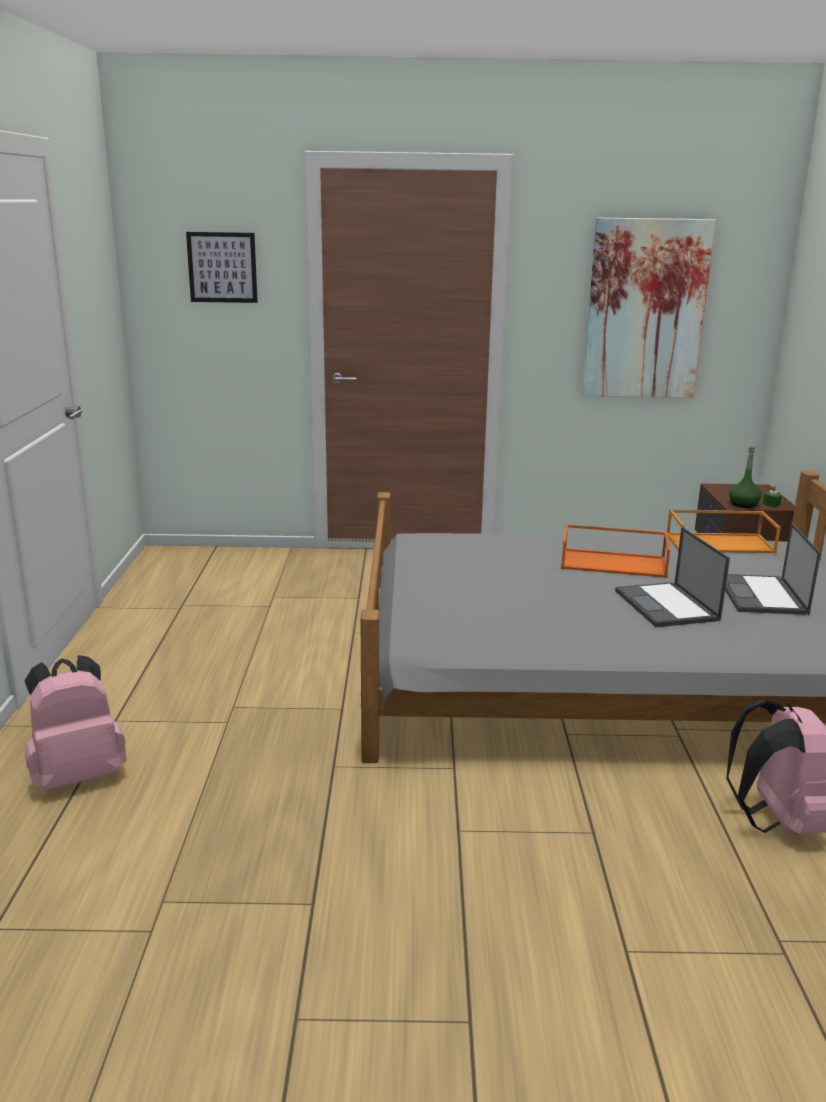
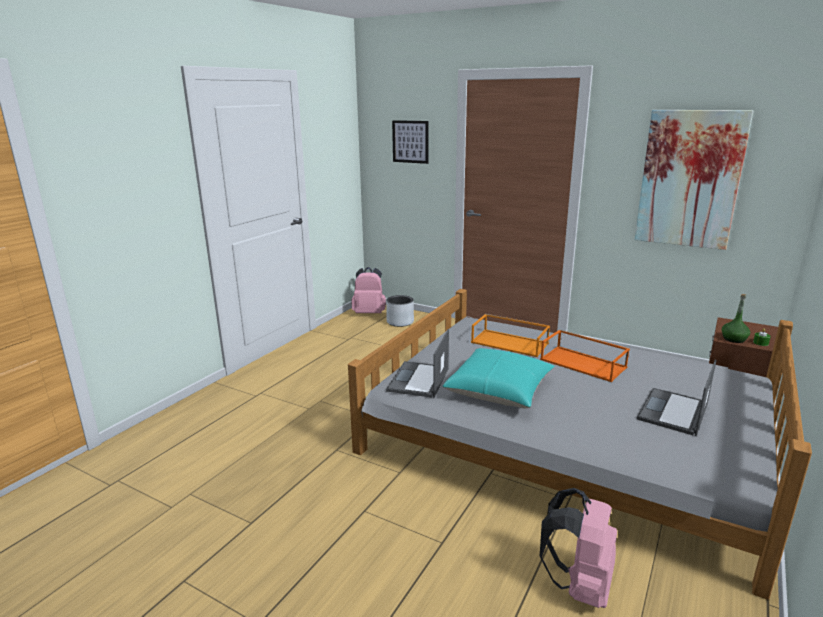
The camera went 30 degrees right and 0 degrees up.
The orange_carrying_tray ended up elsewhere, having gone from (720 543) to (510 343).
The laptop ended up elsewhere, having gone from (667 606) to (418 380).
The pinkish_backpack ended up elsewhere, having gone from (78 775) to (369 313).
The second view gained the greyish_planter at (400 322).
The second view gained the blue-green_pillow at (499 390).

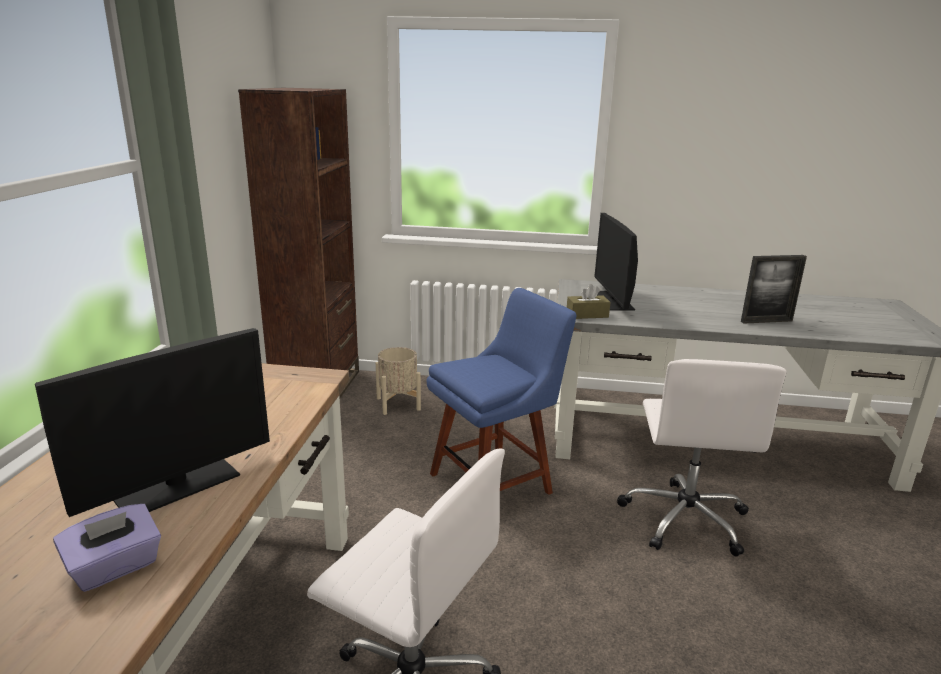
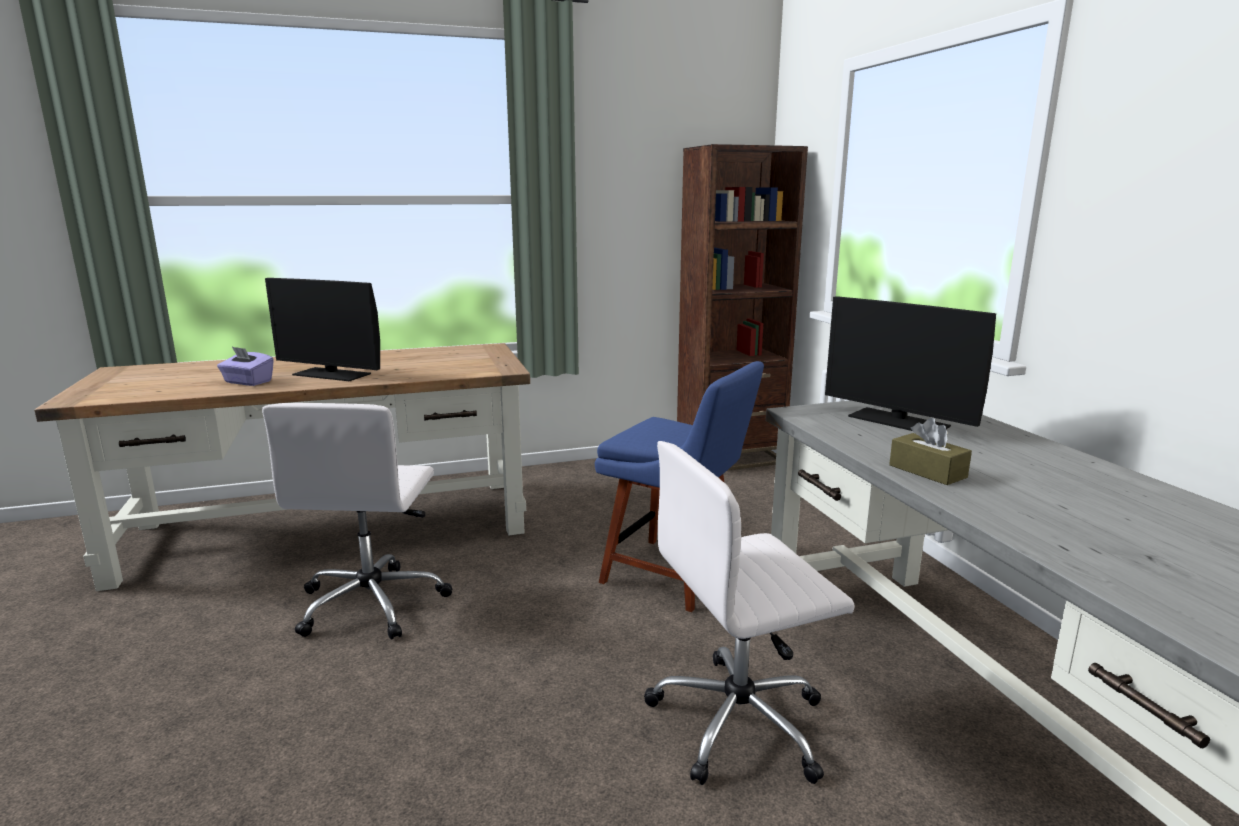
The camera went 65 degrees right and 5 degrees down.
The computer_screen at (613 300) ended up facing another way, 105 degrees counterclockwise from before.
The second view lost the picture_frame at (766 321).
The brownish_box_of_tissues ended up elsewhere, having gone from (587 314) to (927 471).
The second view lost the sand-coloured_planter at (398 403).

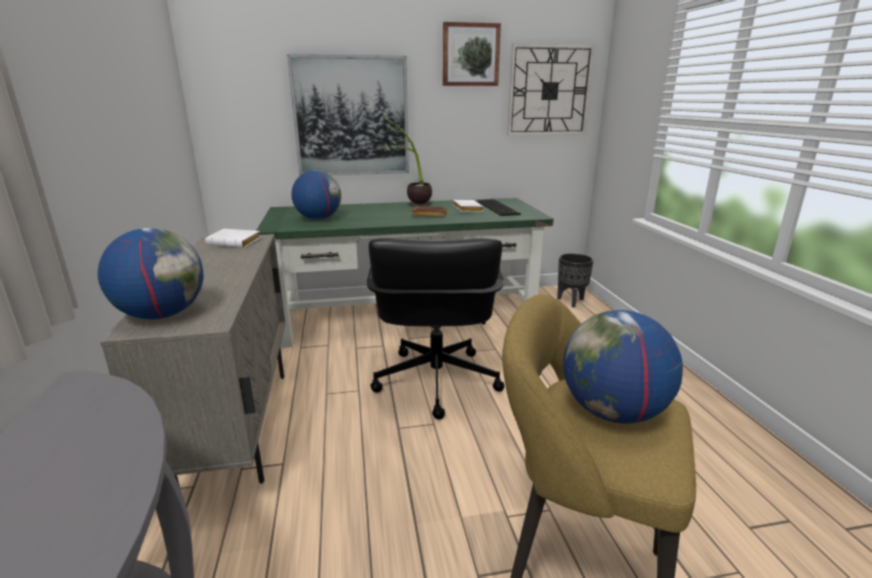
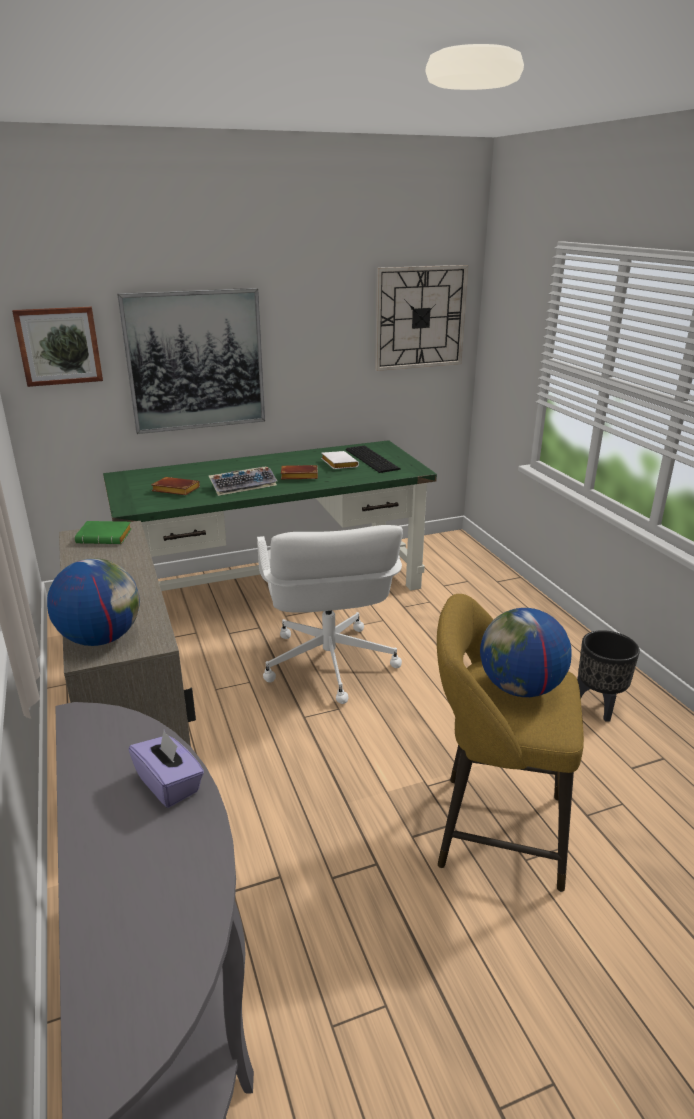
The camera went 10 degrees left and 5 degrees up.
The picture ended up elsewhere, having gone from (470 55) to (59 346).
The second view lost the potted_plant at (408 206).
Where the world_globe stood at (318 219), the brownish_bound_book came to stand at (174 490).
What was the white_bound_book at (236 242) turned into the greenish_bound_book at (106 537).
What was the blackish_office_chair at (435 382) turned into the white_office_chair at (328 664).
The blackish_planter ended up elsewhere, having gone from (571 301) to (599 706).
The second view gained the keyboard at (244 485).
The second view gained the purple-coloured_box_of_tissues at (169 784).

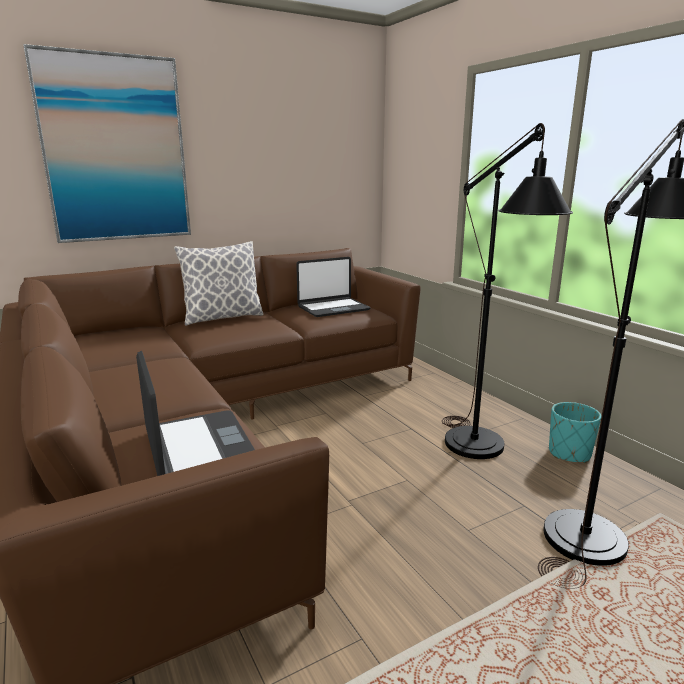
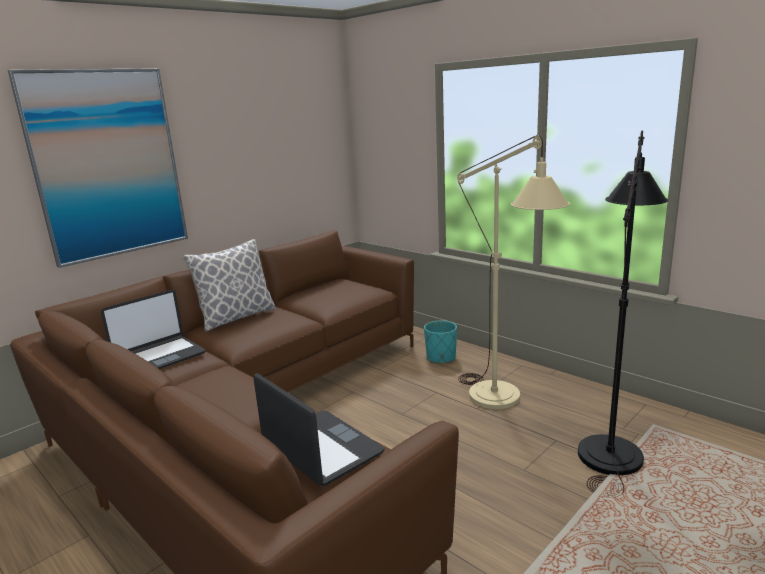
The camera went 15 degrees left and 0 degrees up.
What was the blackish_floor_lamp at (481 452) turned into the sand-coloured_floor_lamp at (503 402).
The laptop ended up elsewhere, having gone from (333 308) to (159 357).
The blue-green_planter ended up elsewhere, having gone from (569 453) to (441 357).

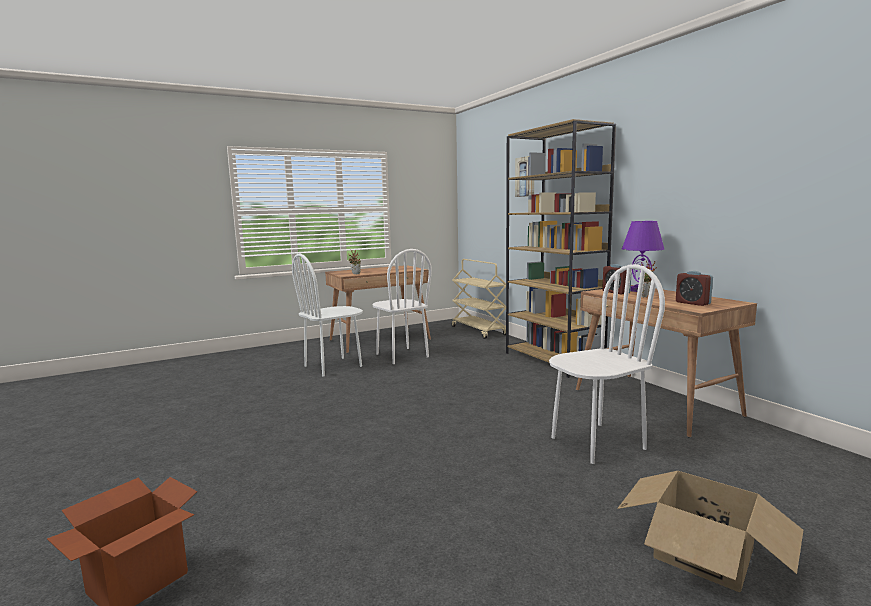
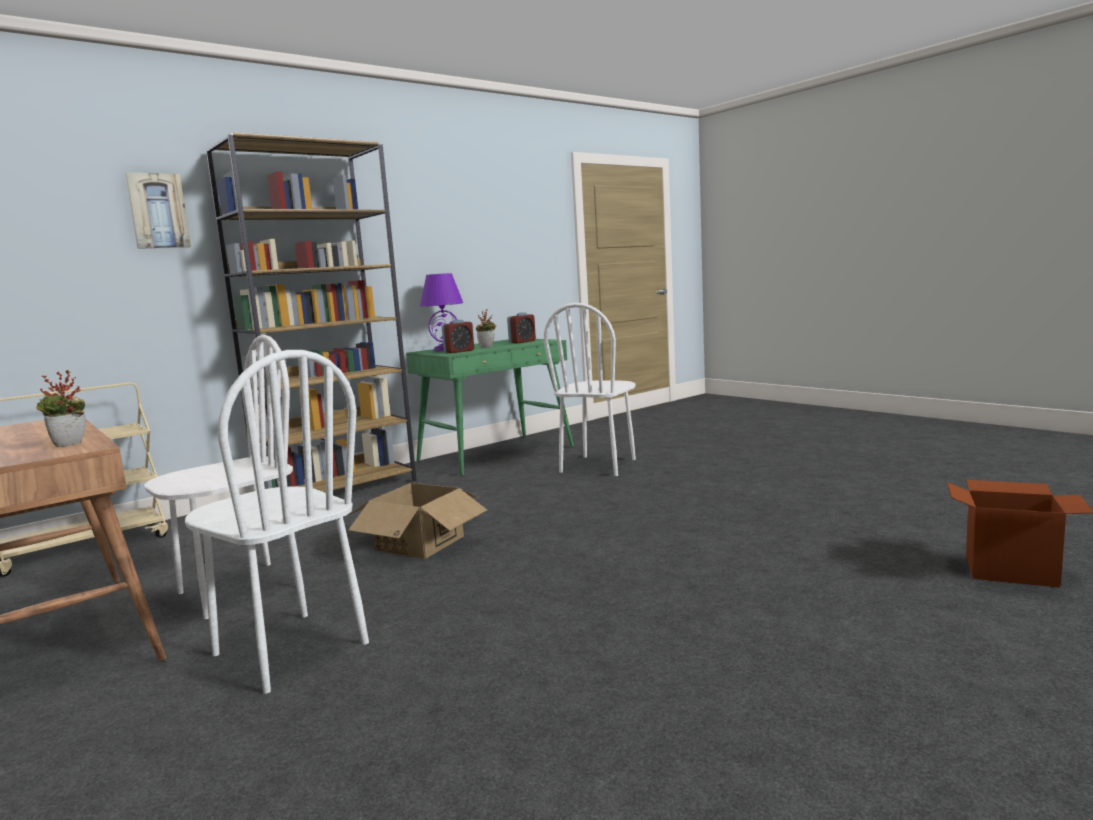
The camera went 100 degrees left and 0 degrees up.
The white_chair at (597 443) ended up facing another way, 120 degrees counterclockwise from before.
What was the brownish_desk_table at (655 403) turned into the greenish_desk_table at (496 454).
The packing_box ended up elsewhere, having gone from (702 552) to (419 543).

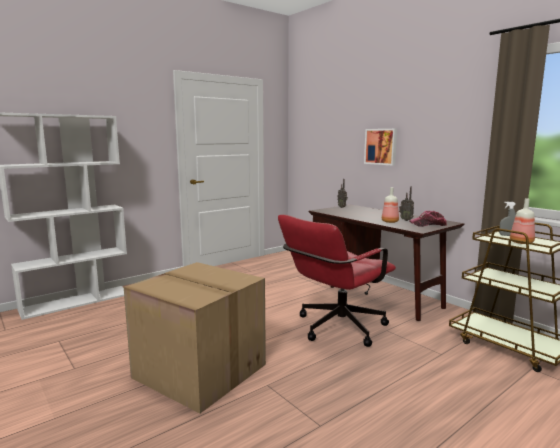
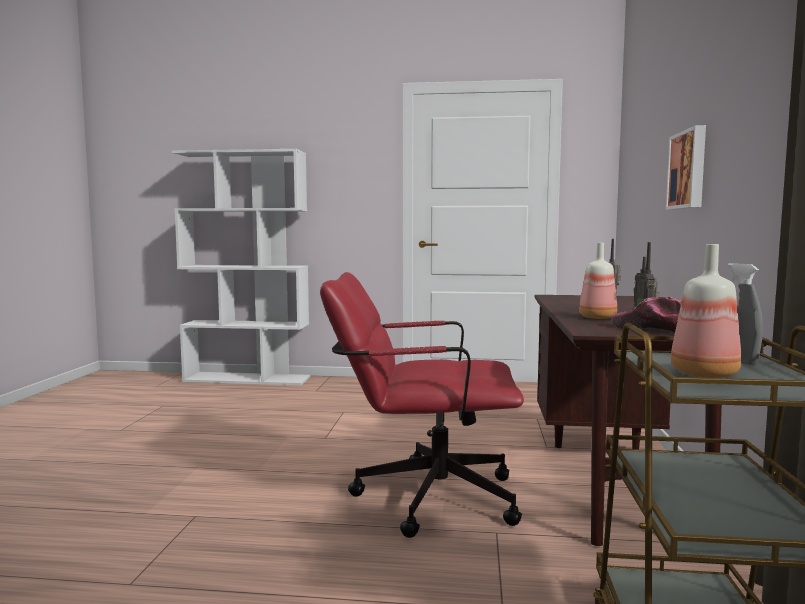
The camera went 45 degrees right and 5 degrees down.
The second view lost the packing_box at (198 371).

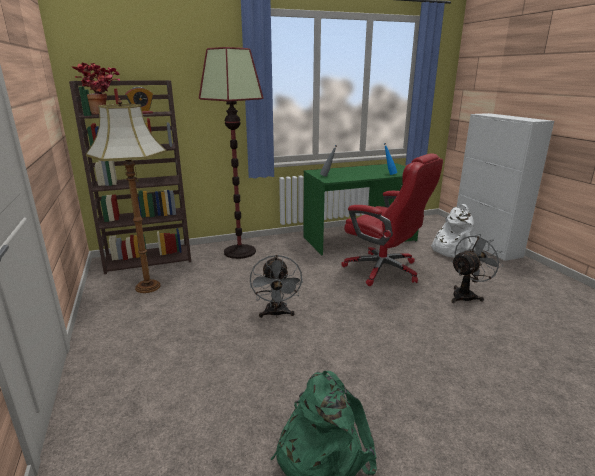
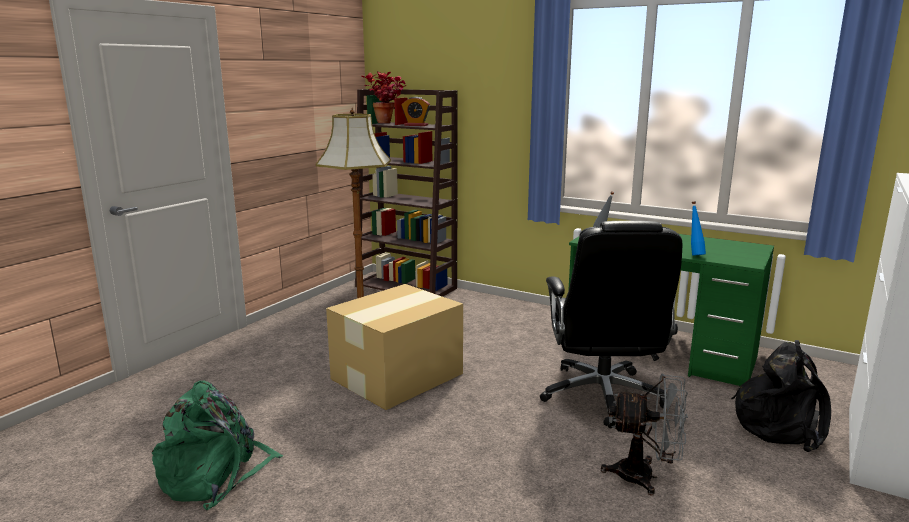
The camera went 50 degrees right and 5 degrees down.
The second view lost the floor_lamp at (240 252).
What was the reddish_office_chair at (384 270) turned into the blackish_office_chair at (603 396).
What was the white_backpack at (452 250) turned into the blackish_backpack at (780 425).
Where the greyish_fan stood at (276 314), the packing_box came to stand at (399 376).

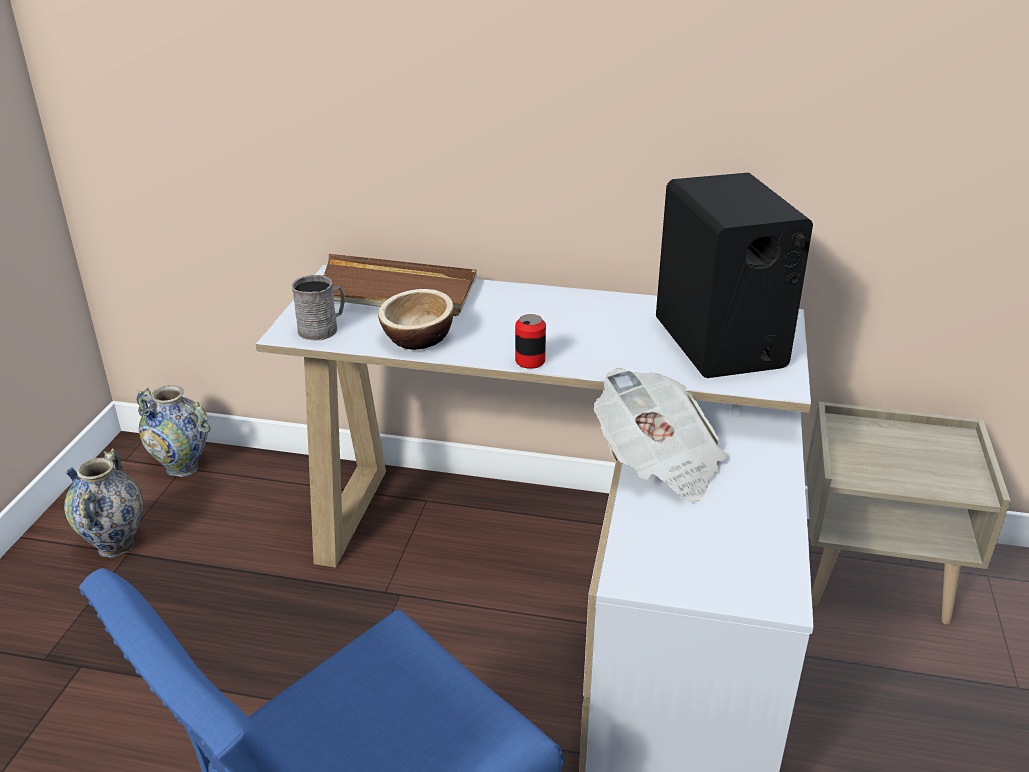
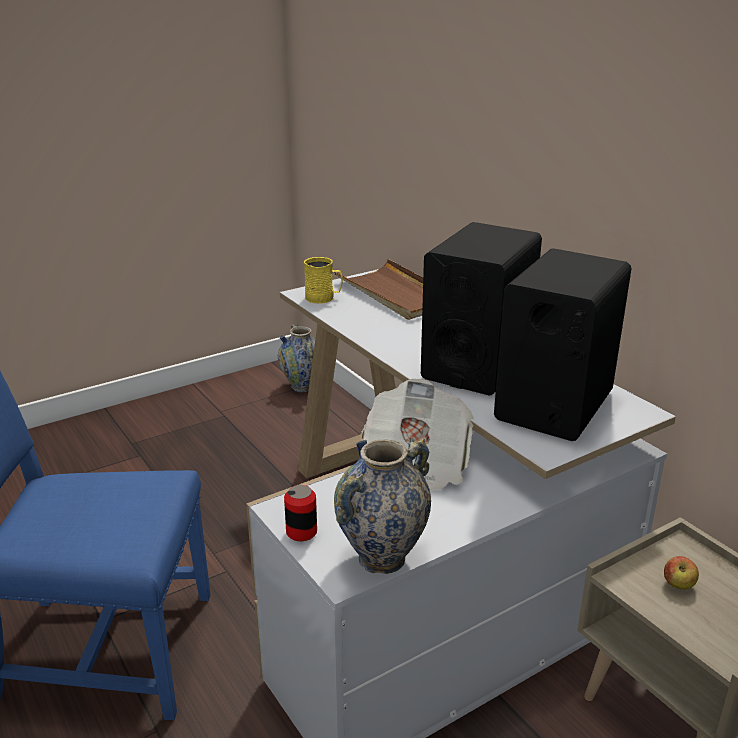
The camera went 45 degrees right and 5 degrees down.
What was the greyish_mug at (323 329) turned into the yellow_mug at (323 298).
The second view lost the deep_dish at (418 338).
The sealed_can ended up elsewhere, having gone from (530 361) to (301 532).
The flower_vase ended up elsewhere, having gone from (115 545) to (382 559).
The second view gained the blackish_speaker at (477 365).
The second view gained the whole_apple at (678 585).

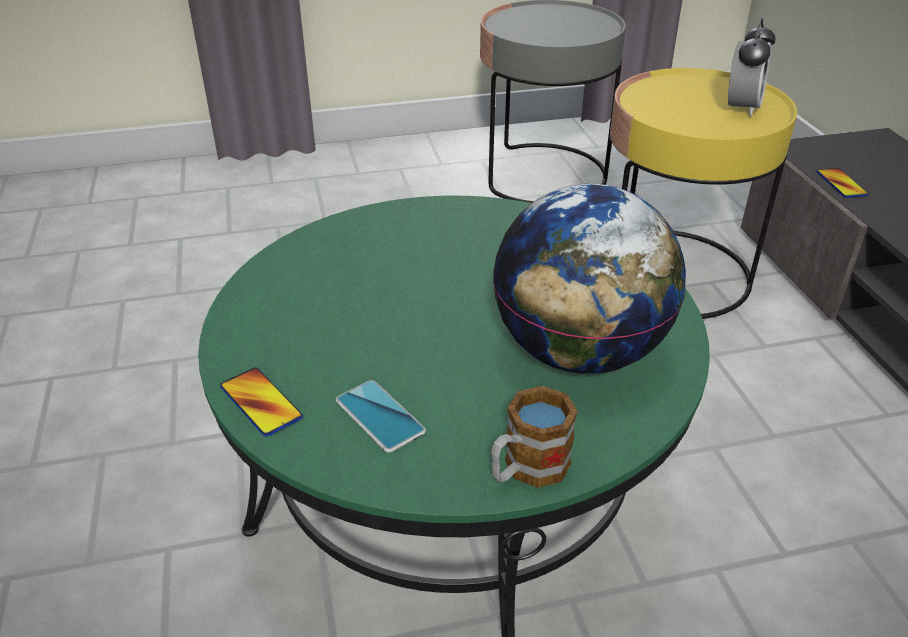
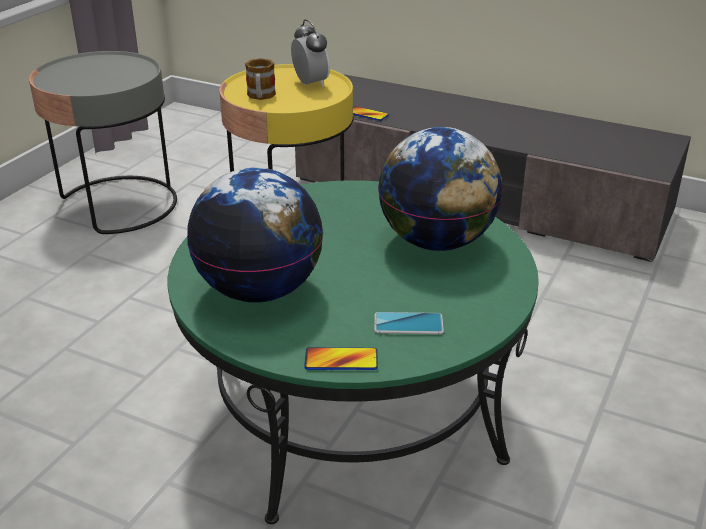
The camera went 50 degrees left and 5 degrees down.
The mug ended up elsewhere, having gone from (527 469) to (261 96).
The second view gained the world_globe at (260 290).

